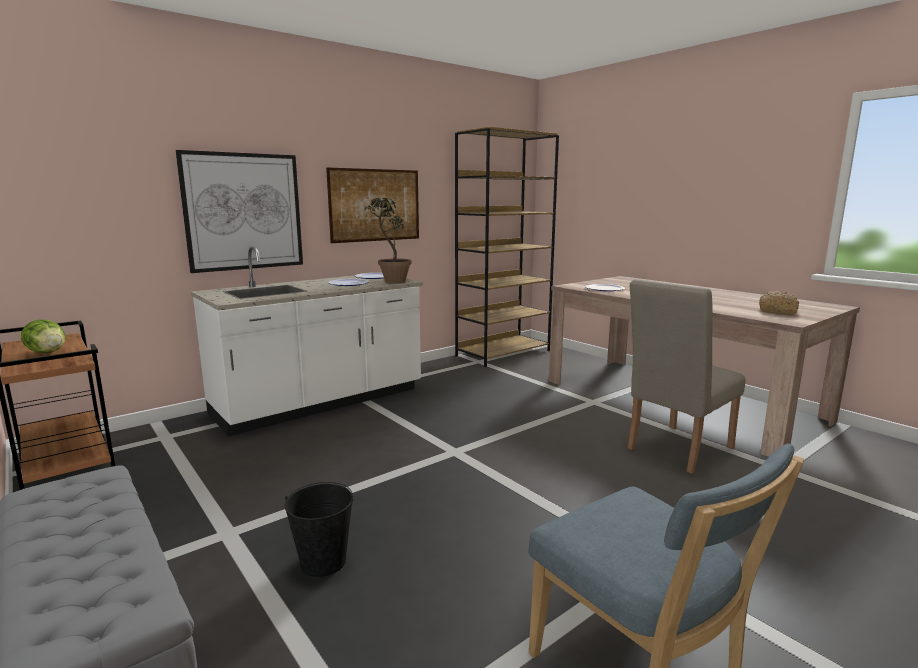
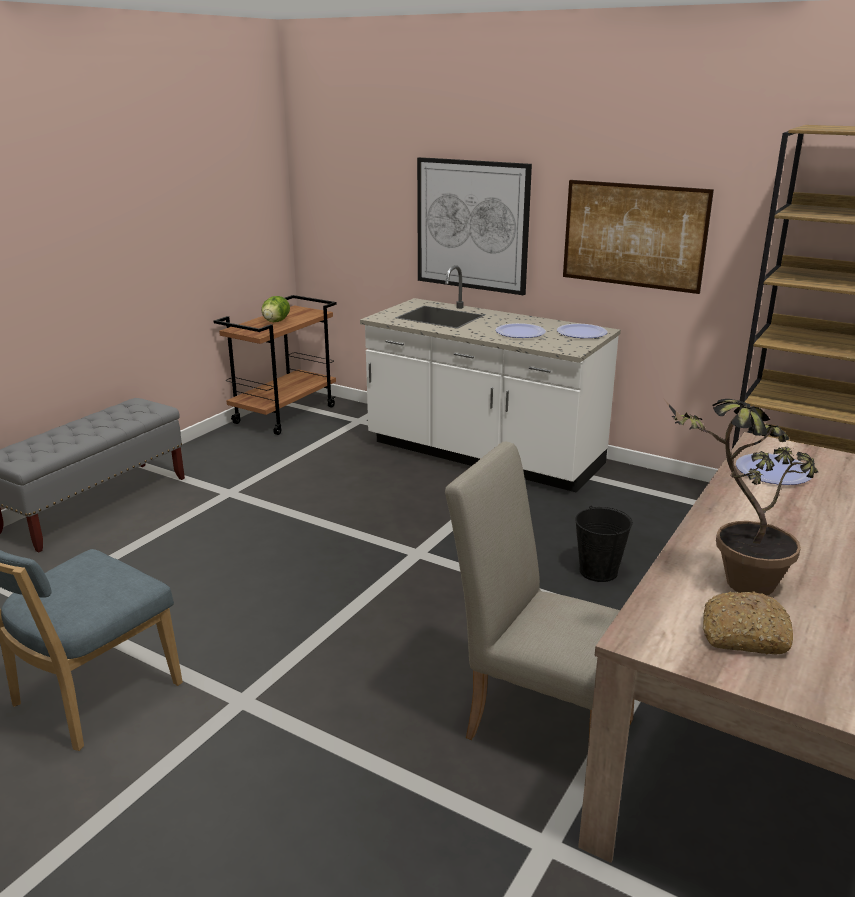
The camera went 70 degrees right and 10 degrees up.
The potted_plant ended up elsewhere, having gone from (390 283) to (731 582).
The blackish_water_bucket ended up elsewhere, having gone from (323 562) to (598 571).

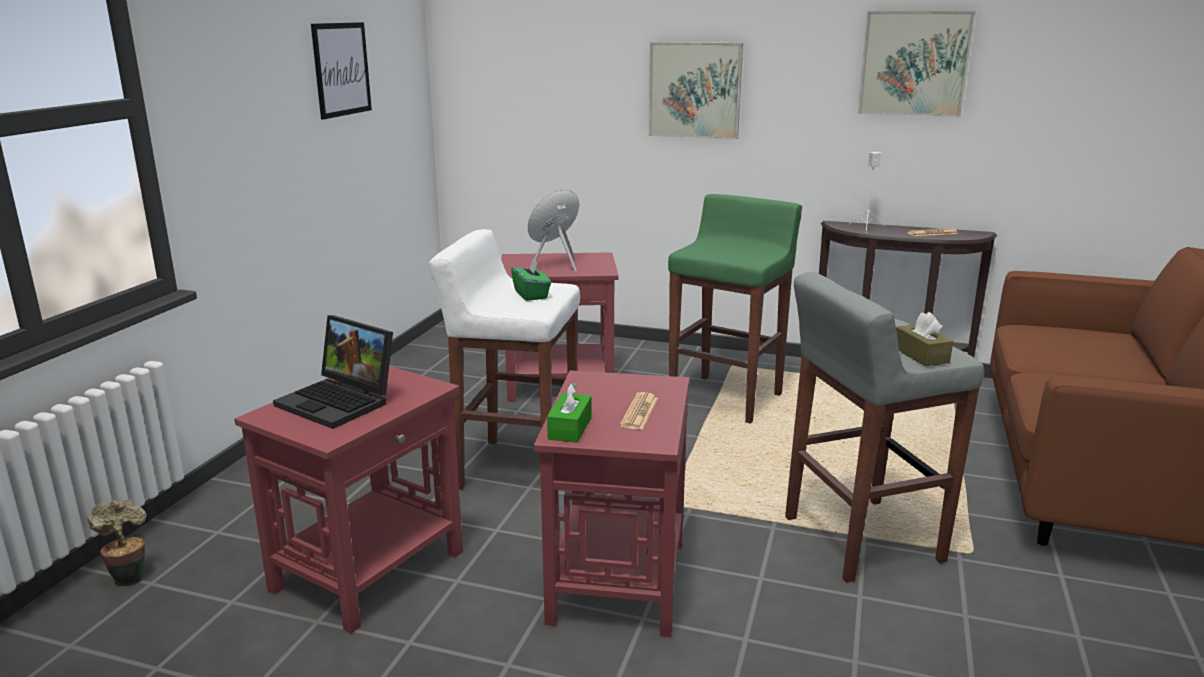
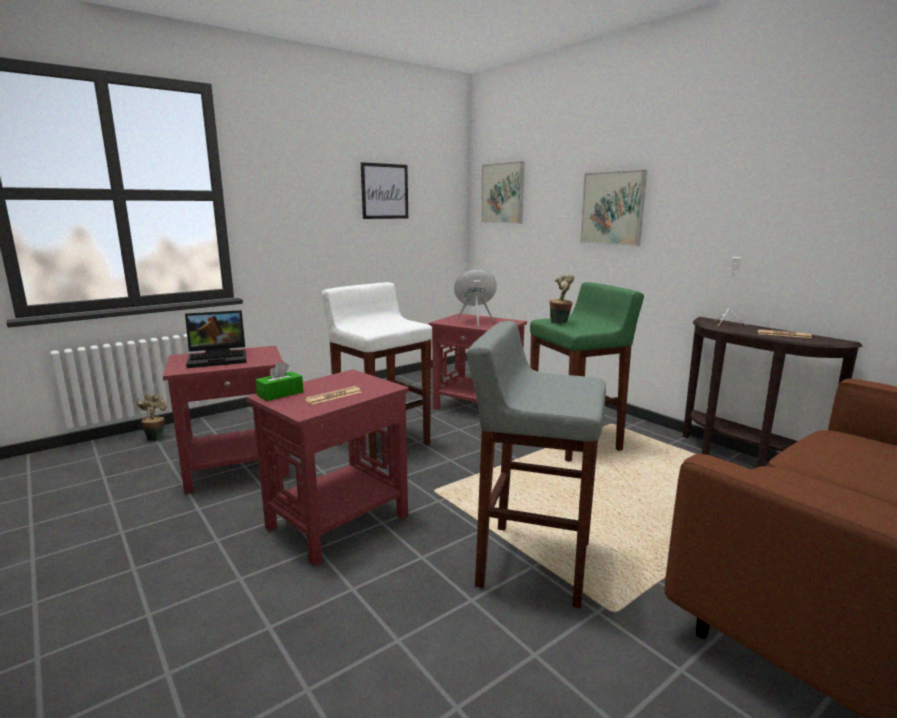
The camera went 35 degrees right and 5 degrees down.
The picture ended up elsewhere, having gone from (914 63) to (502 193).
The second view lost the greenish_box_of_tissues at (531 295).
The second view lost the brownish_box_of_tissues at (921 355).
The laptop at (341 402) ended up facing another way, 90 degrees counterclockwise from before.
The second view gained the potted_plant at (560 322).

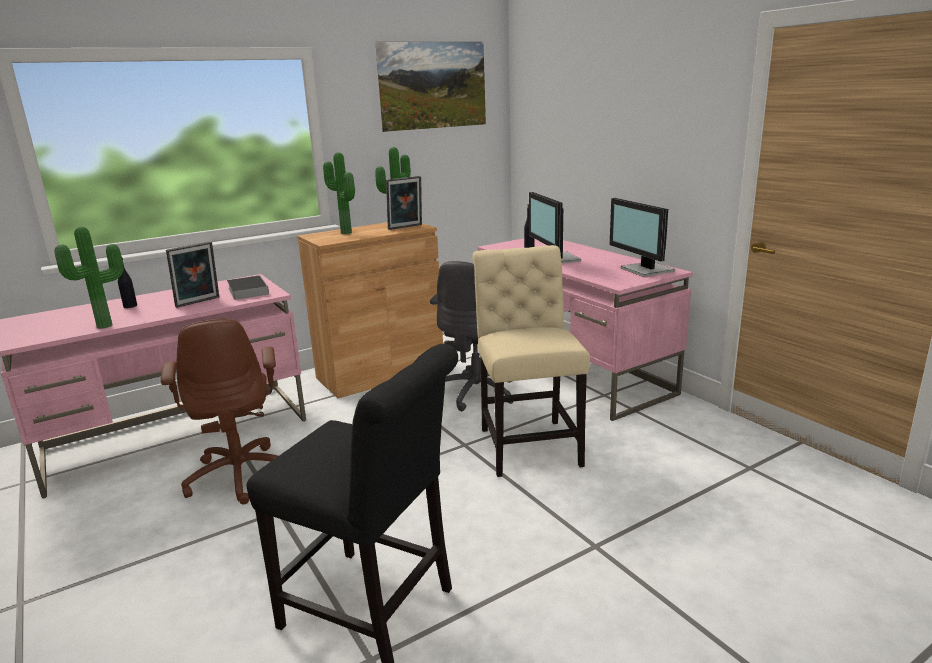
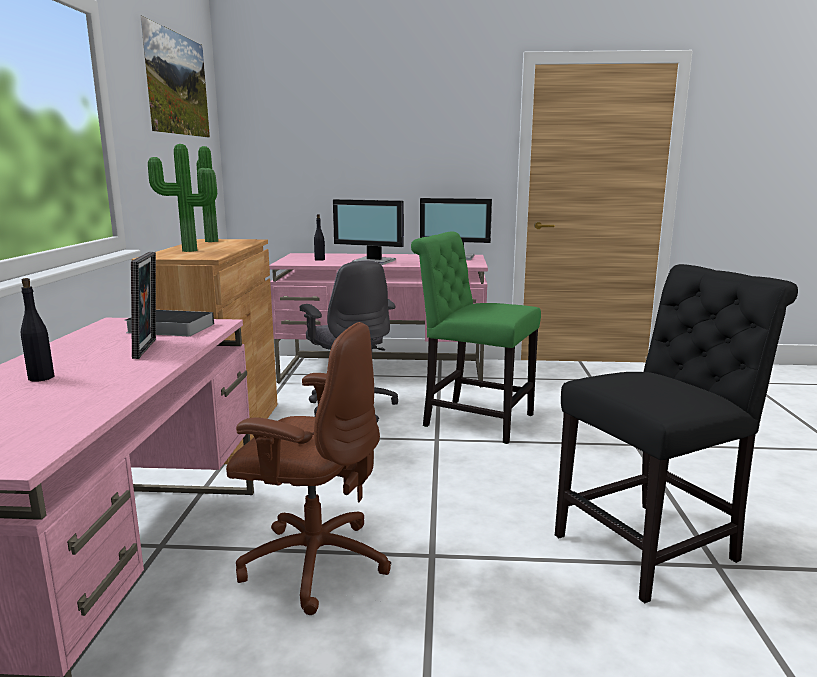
The camera went 55 degrees left and 5 degrees down.
The second view lost the picture_frame at (406 227).
The second view lost the potted_plant at (106 326).
What was the sand-coloured_chair at (528 444) turned into the greenish_chair at (473 419).

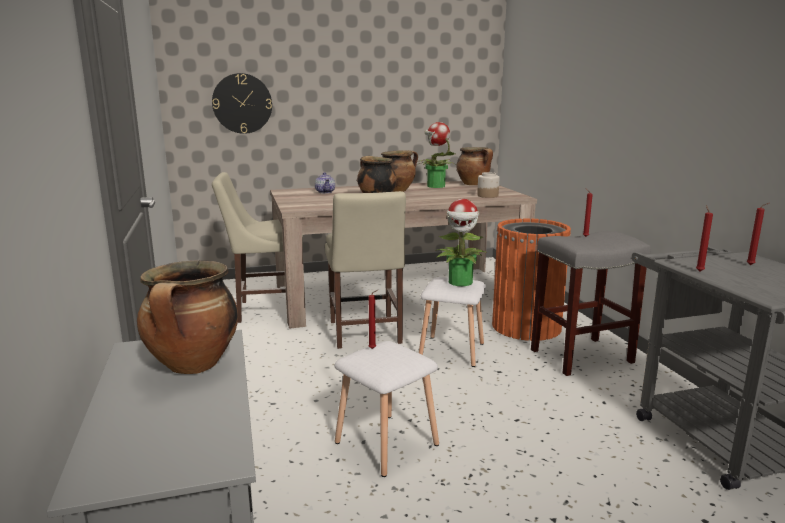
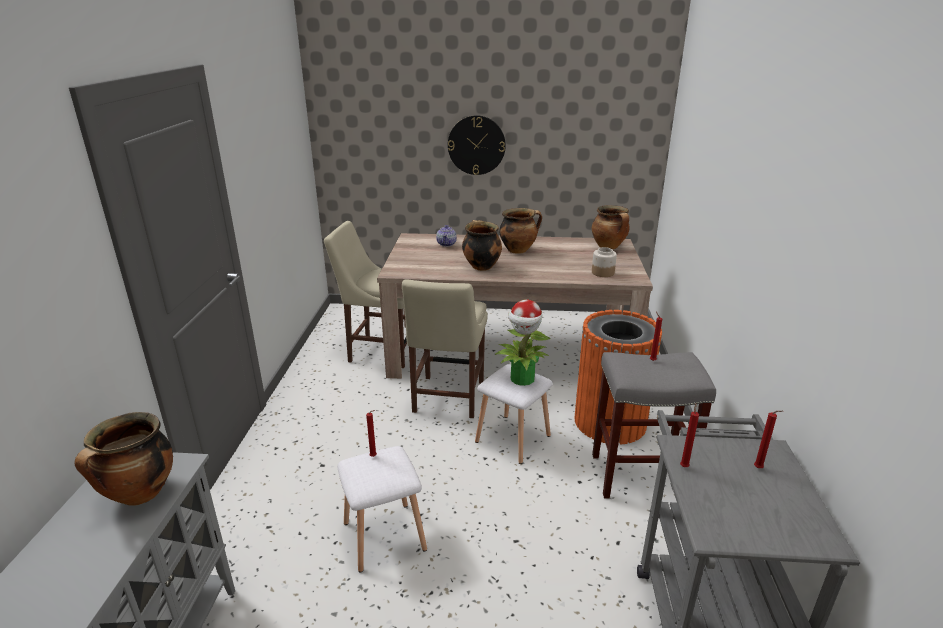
The camera went 20 degrees right and 10 degrees up.
The hanging_clock ended up elsewhere, having gone from (242 103) to (476 145).
The second view lost the potted_plant at (435 186).

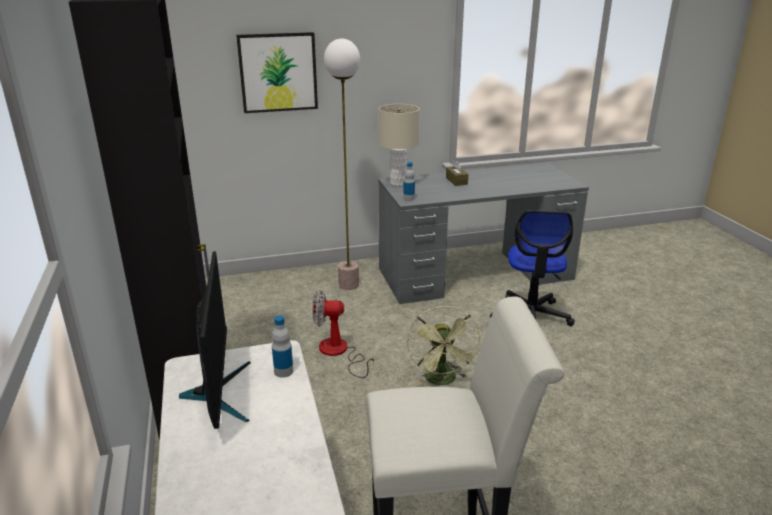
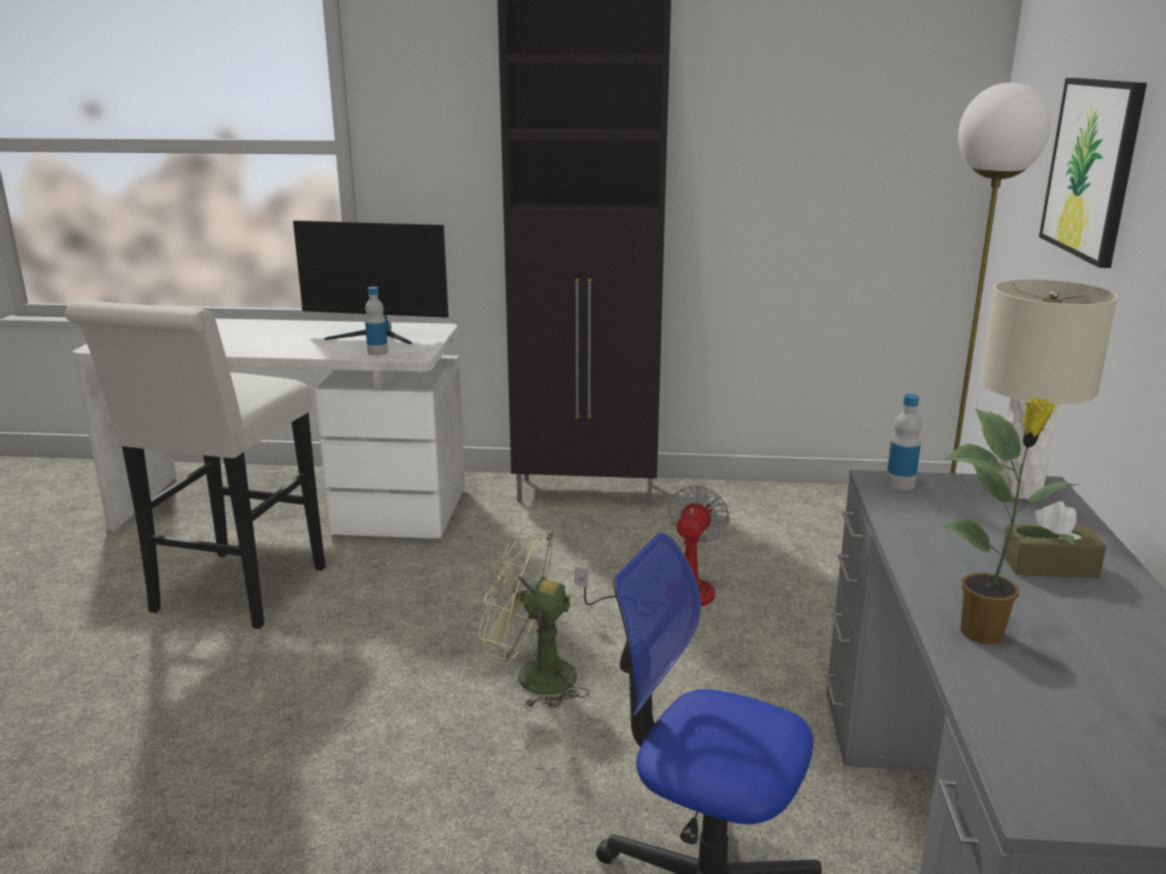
The camera went 110 degrees right and 5 degrees down.
The second view gained the potted_plant at (985 634).

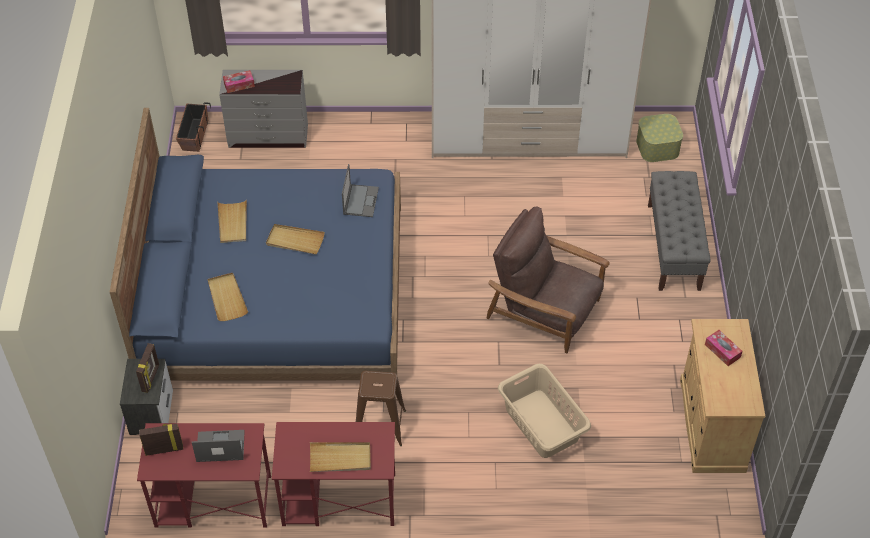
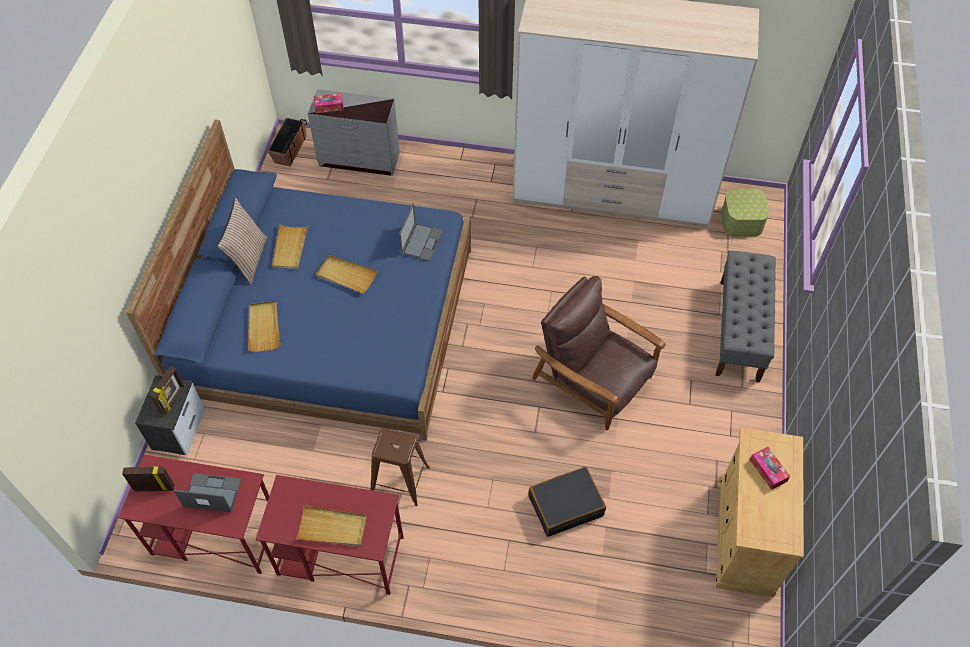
The camera went 10 degrees right and 5 degrees up.
Where the sand-coloured_washing_basket stood at (541 424), the blackish_travel_case came to stand at (565 505).
The second view gained the pillow at (248 259).

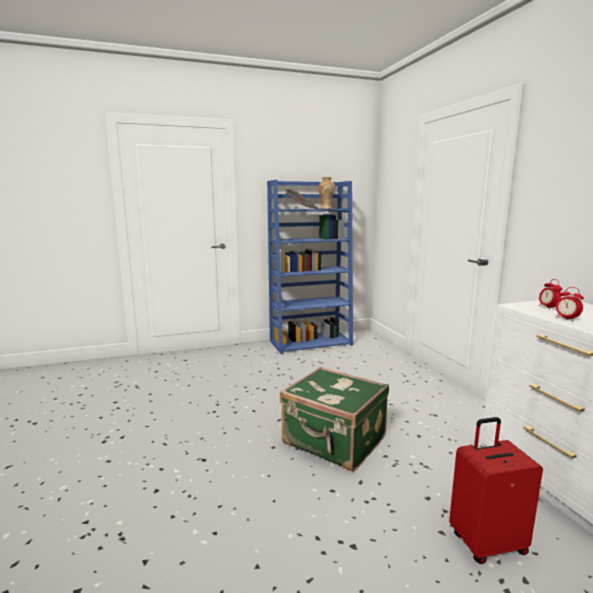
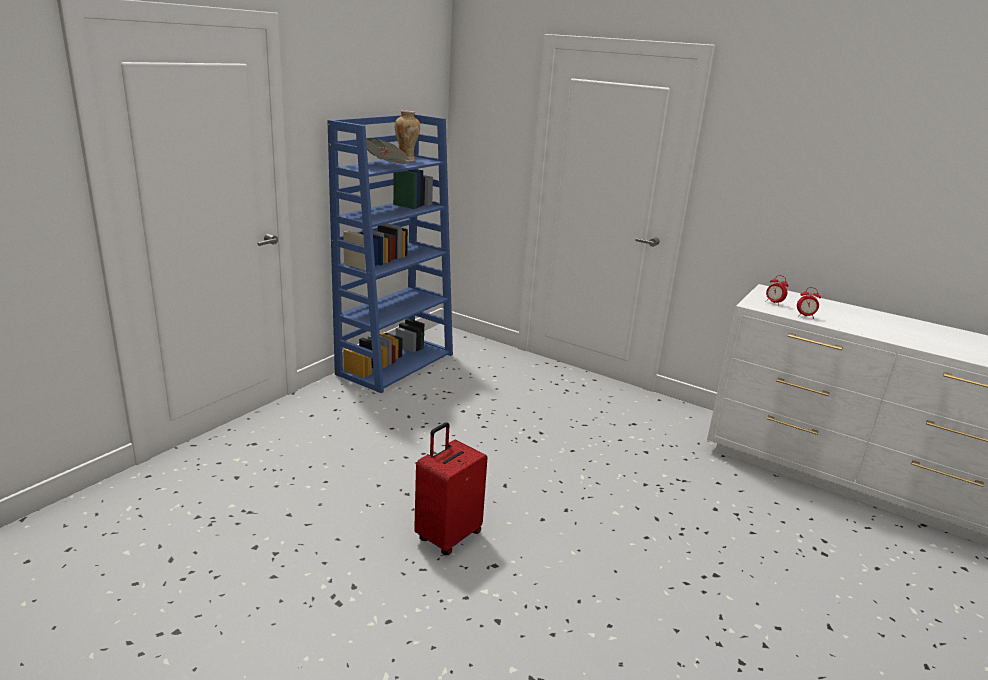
The camera went 40 degrees left and 10 degrees up.
The second view lost the greenish_travel_case at (334 441).
The reddish_travel_case ended up elsewhere, having gone from (486 542) to (447 536).

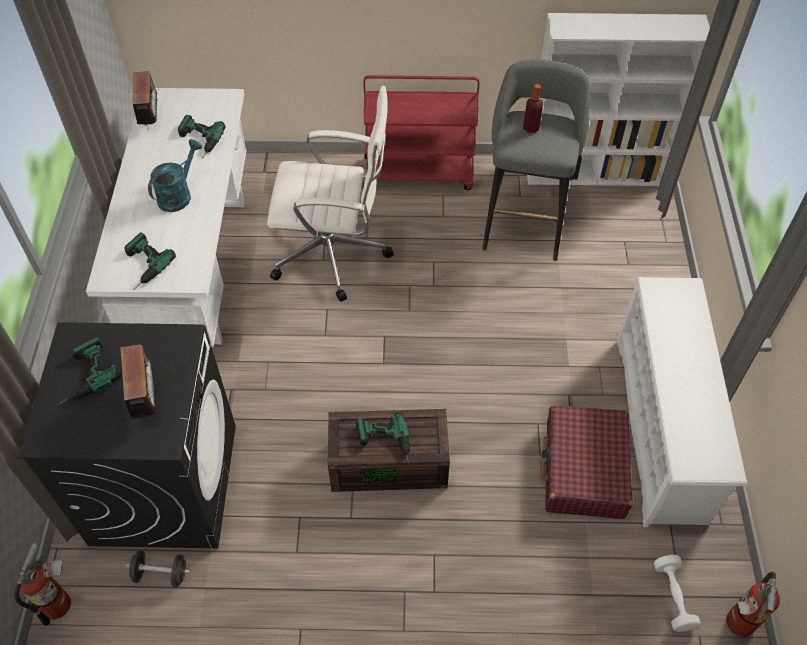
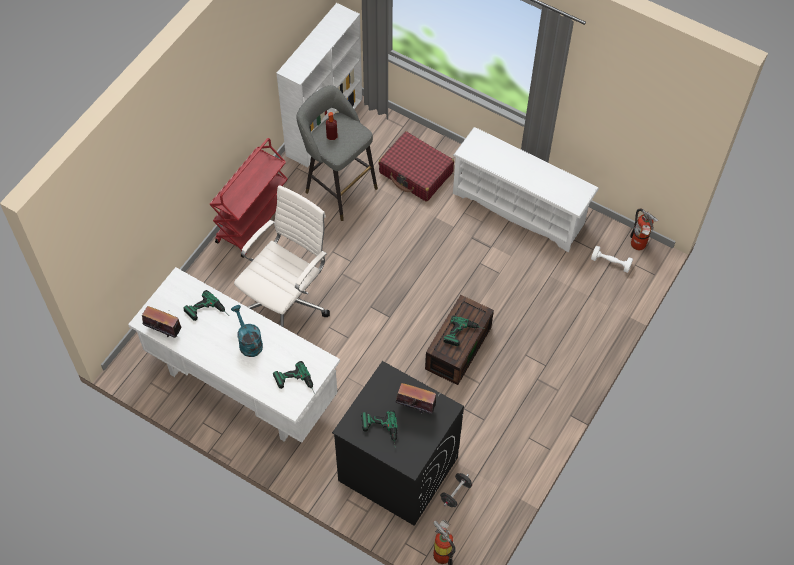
The camera went 60 degrees left and 5 degrees up.
The reddish_travel_case ended up elsewhere, having gone from (583 470) to (416 173).

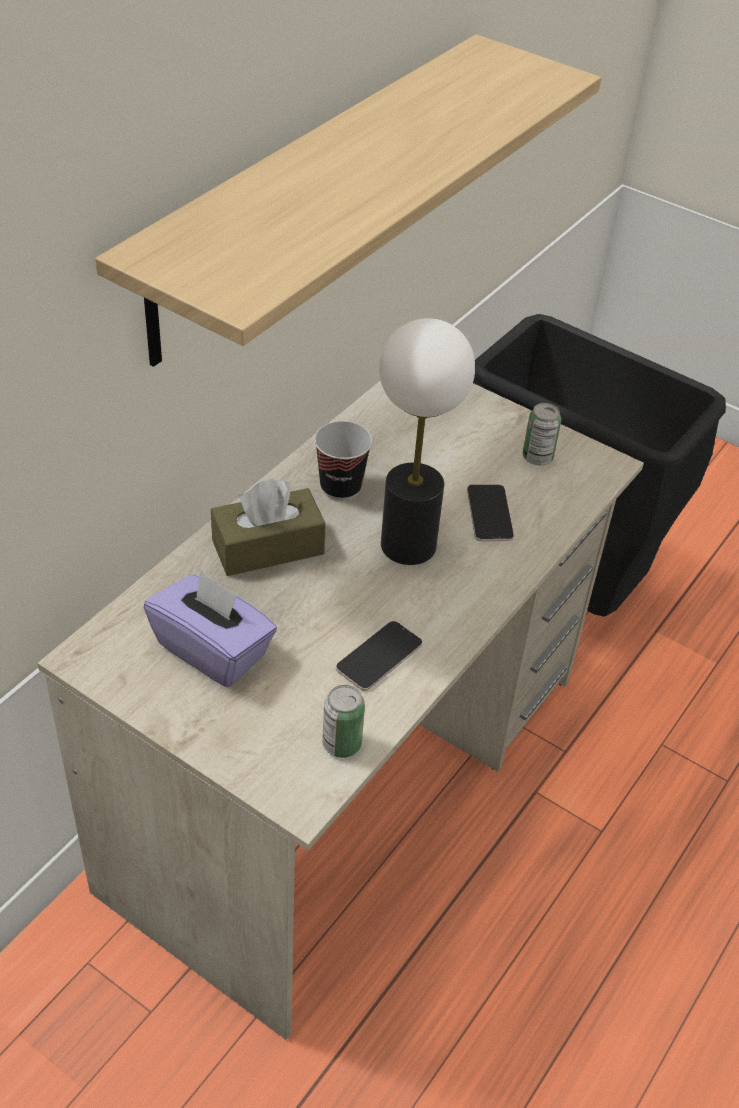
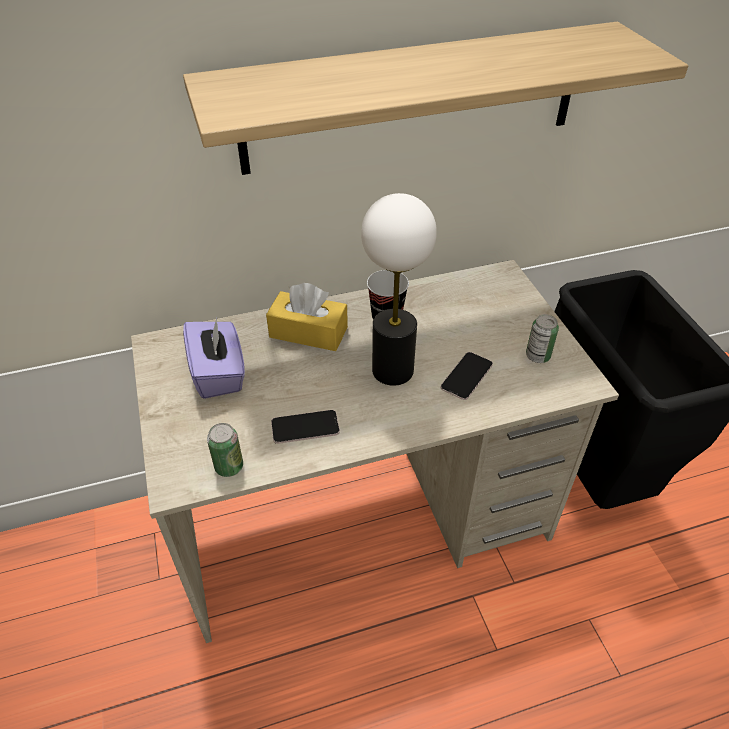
The camera went 40 degrees right and 0 degrees up.
What was the brownish_box_of_tissues at (268 547) turned into the yellow_box_of_tissues at (308 332).

